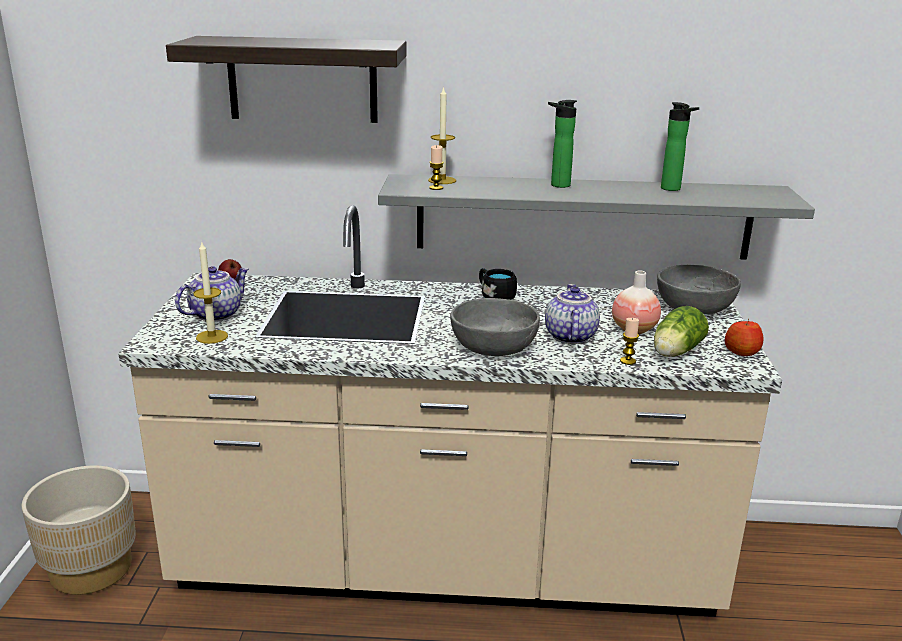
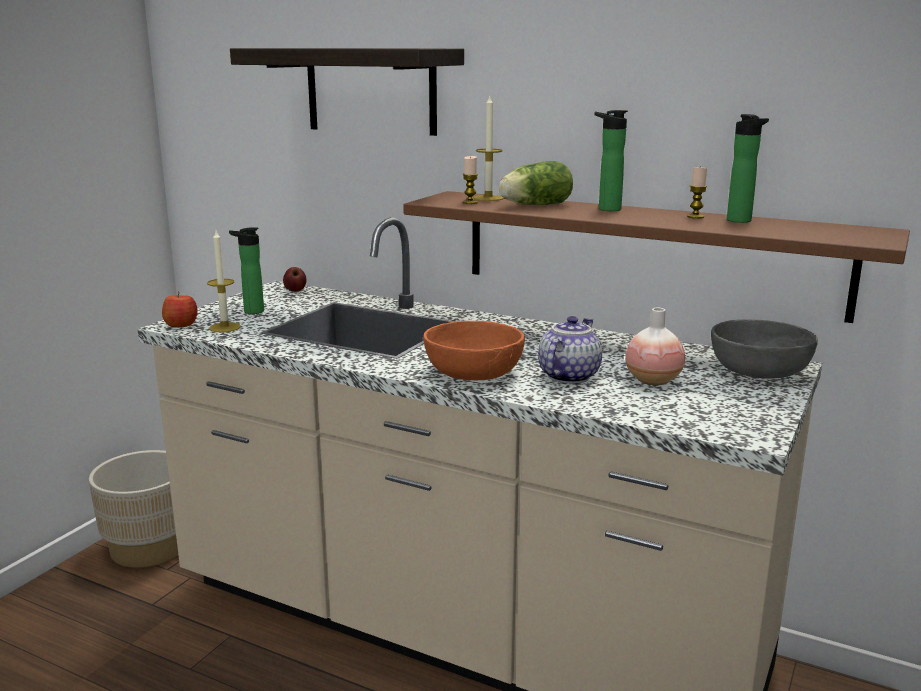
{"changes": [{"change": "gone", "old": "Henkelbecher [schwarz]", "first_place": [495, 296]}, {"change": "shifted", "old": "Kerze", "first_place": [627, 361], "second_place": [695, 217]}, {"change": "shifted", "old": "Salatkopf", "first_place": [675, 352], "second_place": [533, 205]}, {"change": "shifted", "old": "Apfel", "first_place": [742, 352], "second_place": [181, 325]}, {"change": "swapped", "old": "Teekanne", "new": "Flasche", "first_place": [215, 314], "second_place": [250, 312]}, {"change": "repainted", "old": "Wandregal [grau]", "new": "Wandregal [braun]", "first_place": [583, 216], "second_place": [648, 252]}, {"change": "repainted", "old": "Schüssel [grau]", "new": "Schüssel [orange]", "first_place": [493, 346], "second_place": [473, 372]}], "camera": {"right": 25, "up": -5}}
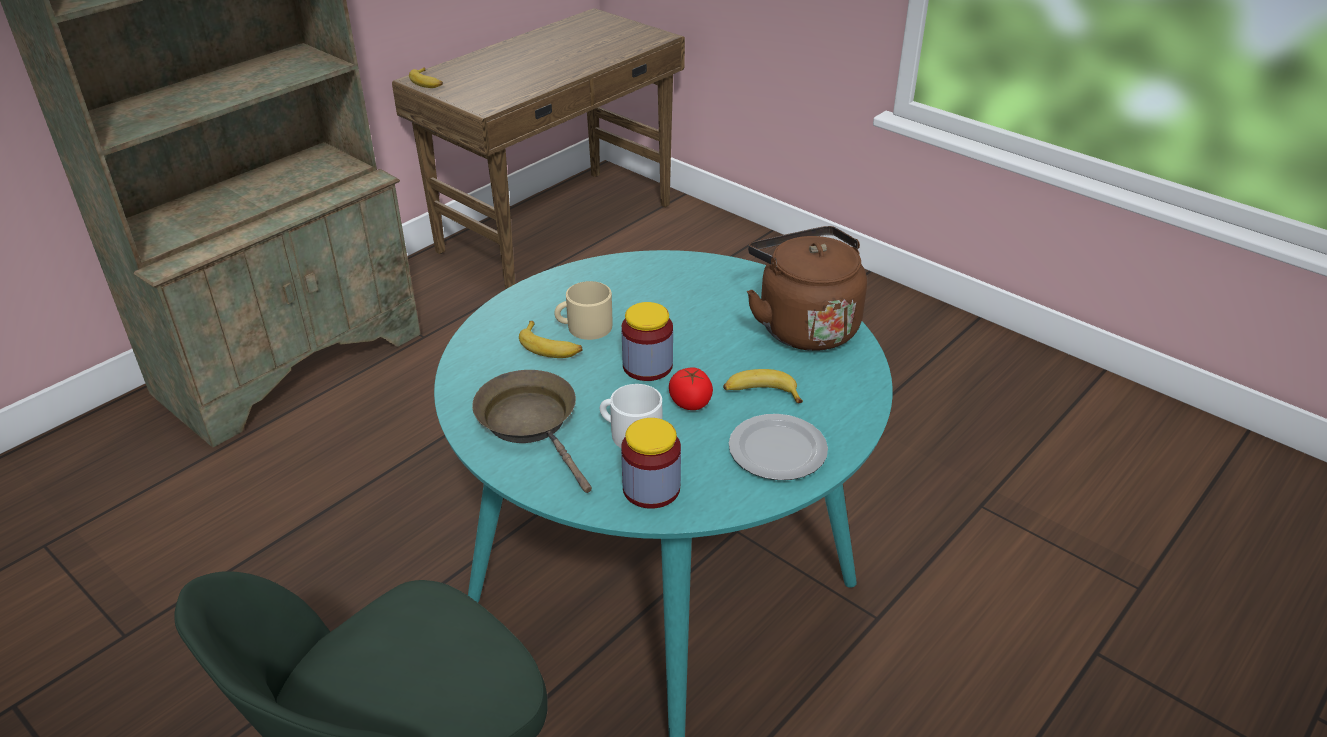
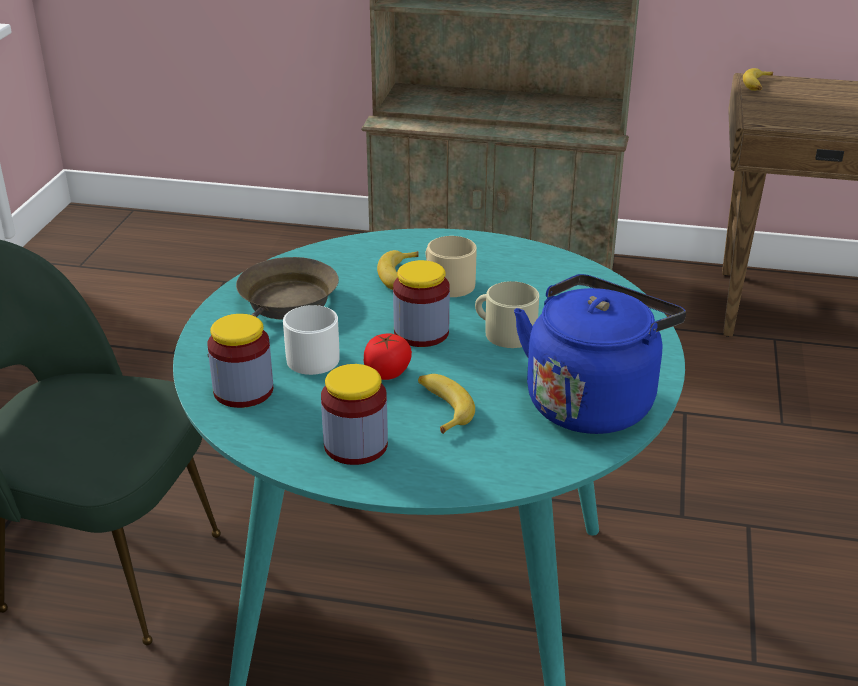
{"changes": [{"change": "new", "new": "Henkelbecher [beige]", "second_place": [504, 332]}, {"change": "swapped", "old": "Teller", "new": "Vorratsglas", "first_place": [778, 451], "second_place": [355, 445]}, {"change": "repainted", "old": "Wasserkessel [braun]", "new": "Wasserkessel [blau]", "first_place": [804, 325], "second_place": [592, 401]}], "camera": {"right": 60, "up": -5}}
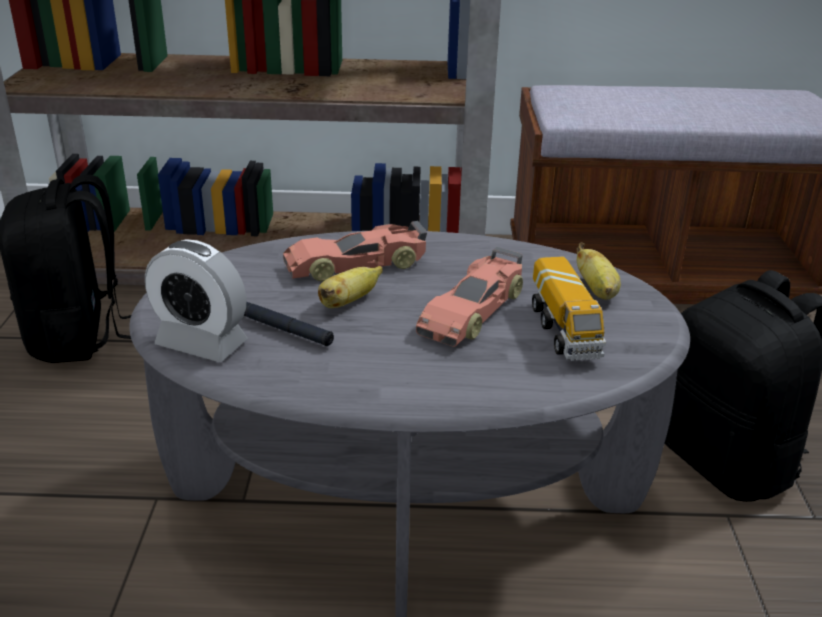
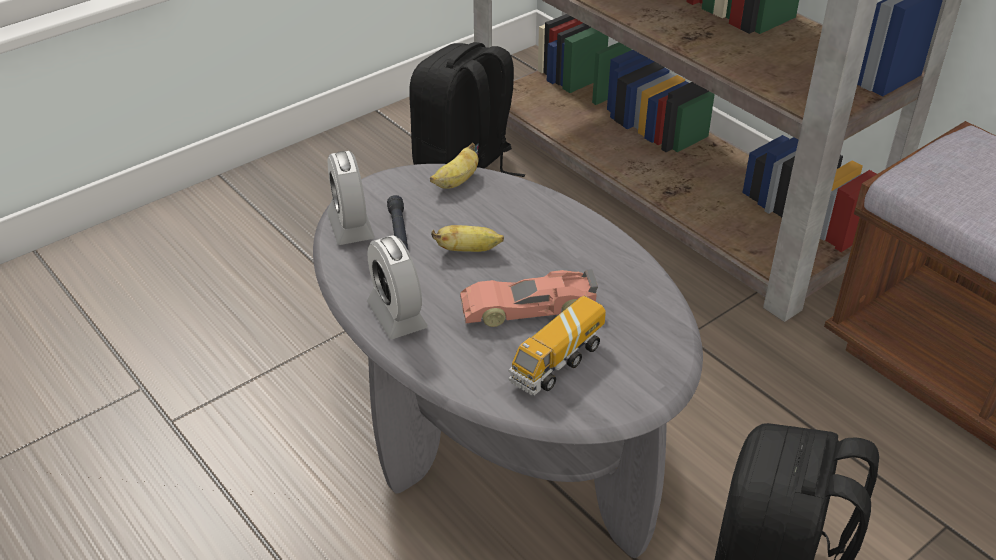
{"changes": [{"change": "gone", "old": "Spielzeugauto", "first_place": [356, 265]}, {"change": "new", "new": "Wecker", "second_place": [397, 315]}, {"change": "shifted", "old": "Banane", "first_place": [597, 291], "second_place": [456, 181]}], "camera": {"right": 50, "up": 10}}
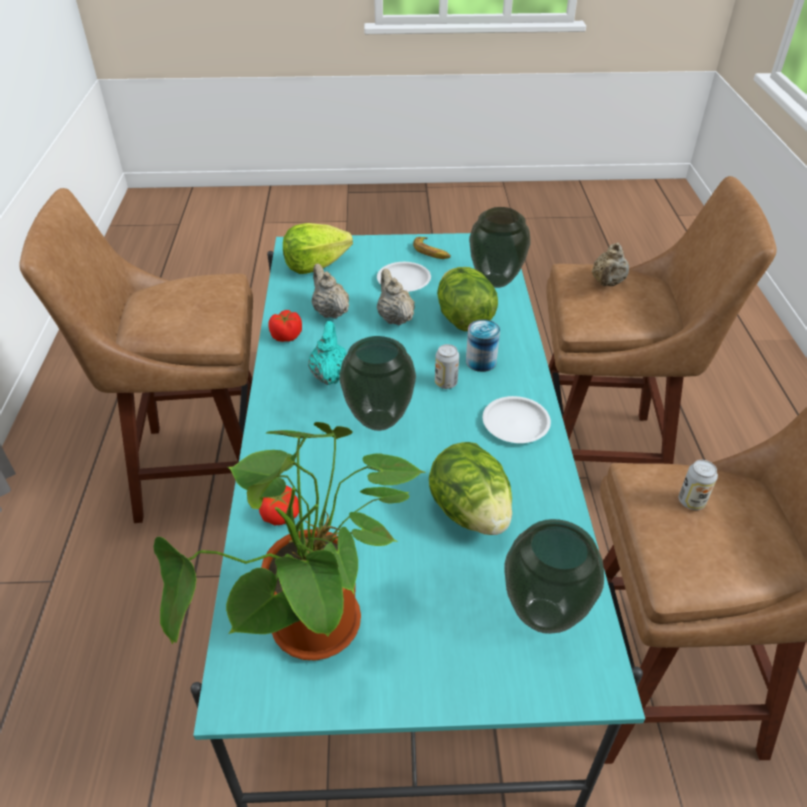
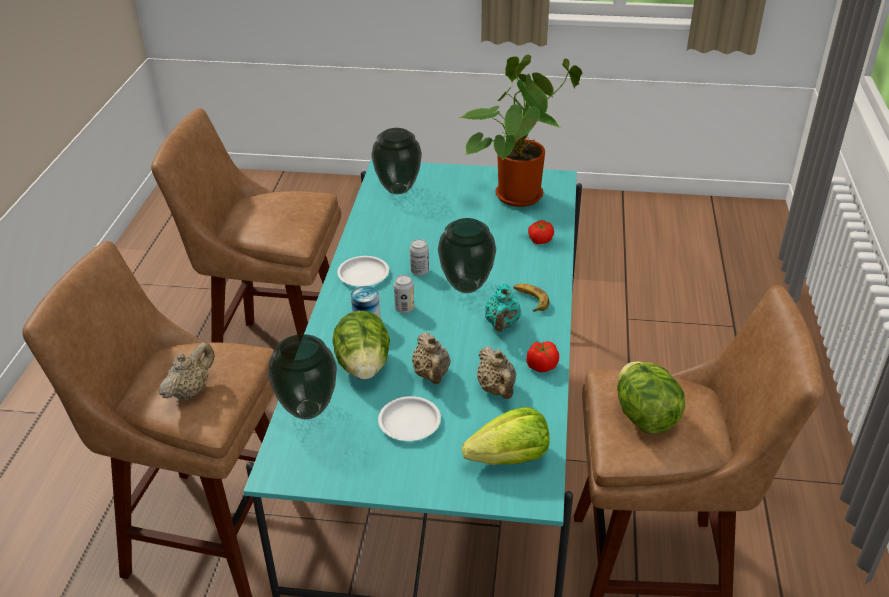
{"changes": [{"change": "shifted", "old": "Banane", "first_place": [431, 252], "second_place": [530, 300]}, {"change": "shifted", "old": "Salatkopf", "first_place": [470, 512], "second_place": [645, 416]}, {"change": "shifted", "old": "Dose", "first_place": [691, 501], "second_place": [419, 271]}], "camera": {"right": -170, "up": -5}}
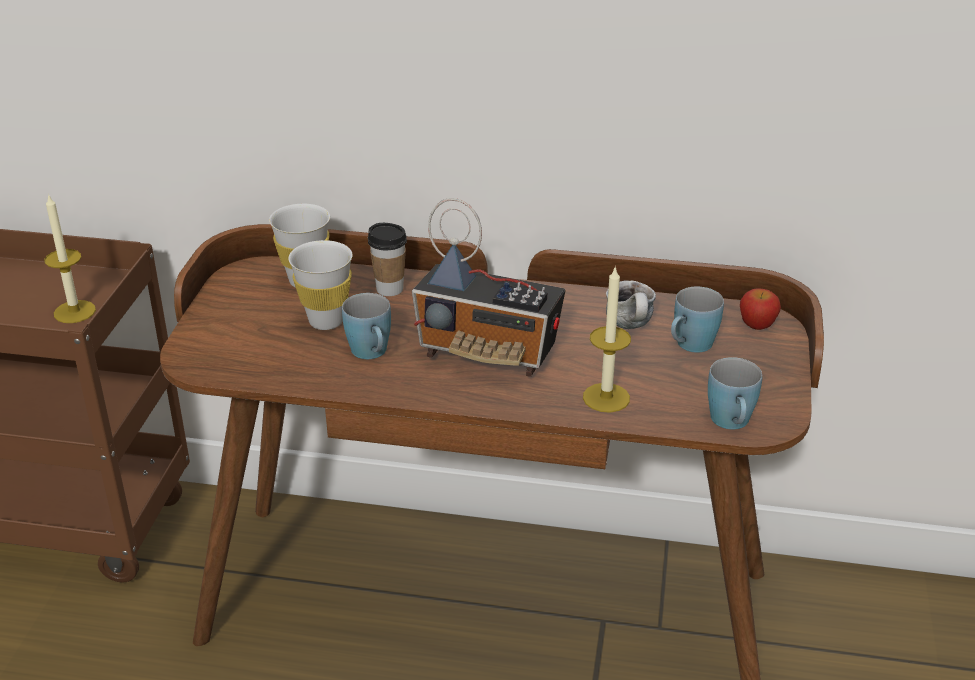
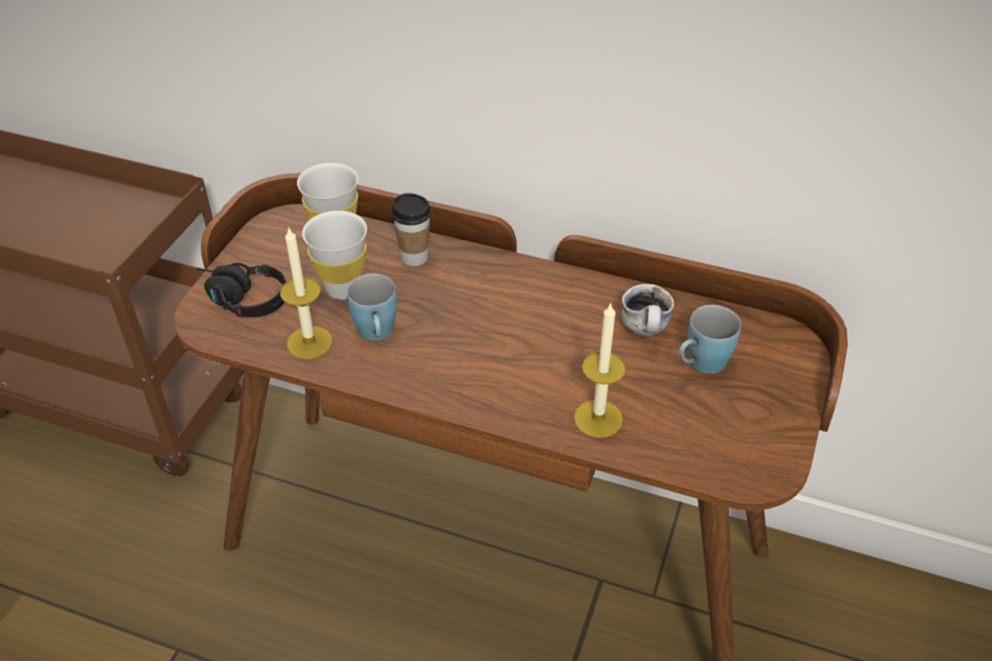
{"changes": [{"change": "gone", "old": "Radio", "first_place": [489, 353]}, {"change": "gone", "old": "Henkelbecher [blau]", "first_place": [731, 424]}, {"change": "gone", "old": "Apfel", "first_place": [757, 325]}, {"change": "new", "new": "Kopfhörer [schwarz]", "second_place": [239, 300]}, {"change": "shifted", "old": "Kerze", "first_place": [74, 312], "second_place": [309, 342]}], "camera": {"right": 10, "up": 10}}
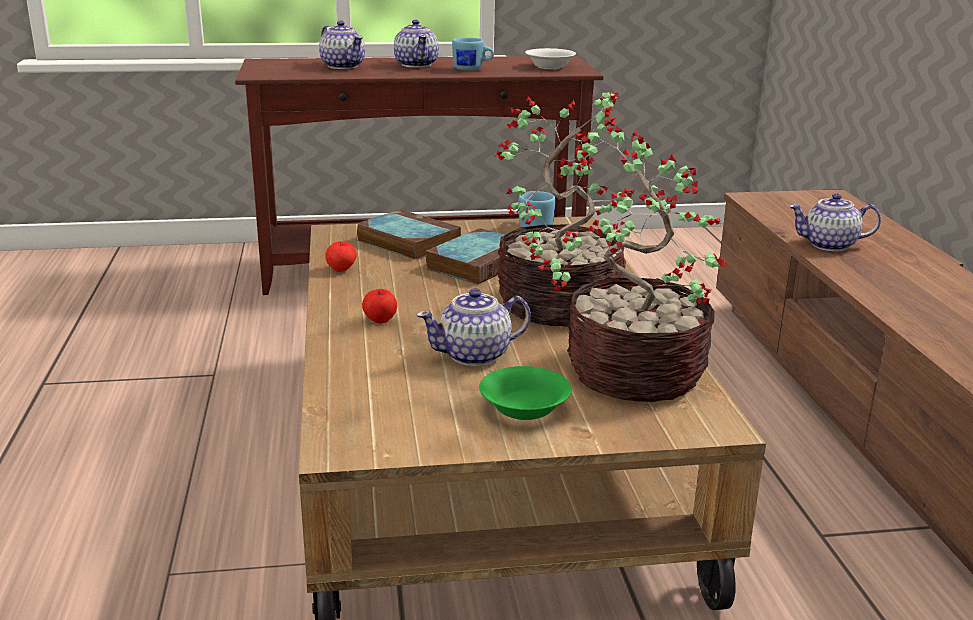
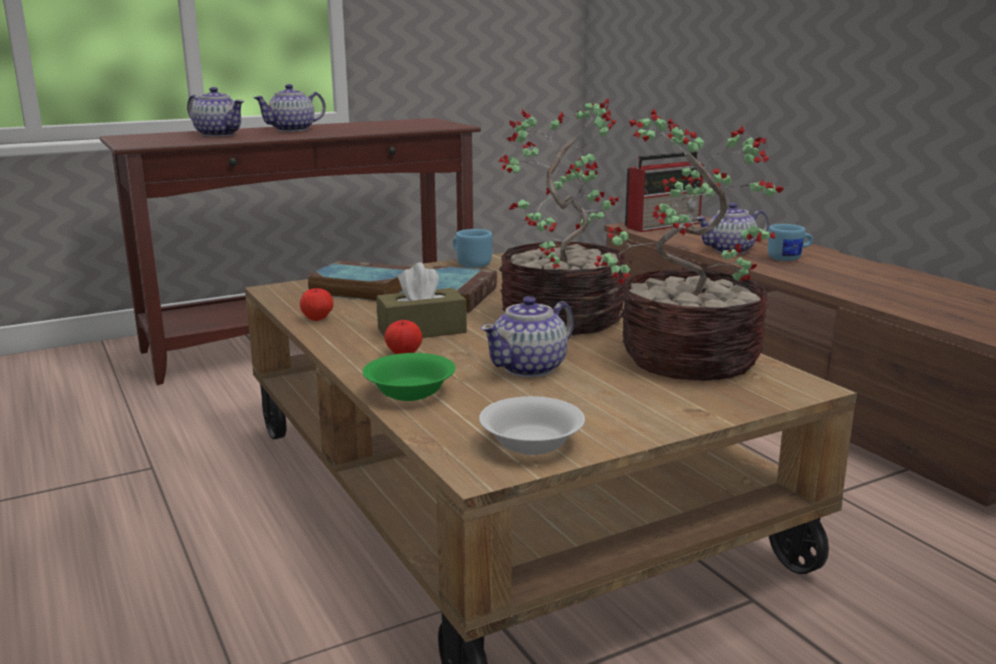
{"changes": [{"change": "new", "new": "Taschentuchbox [braun]", "second_place": [422, 331]}, {"change": "new", "new": "Radio", "second_place": [664, 225]}, {"change": "shifted", "old": "Henkelbecher [blau]", "first_place": [472, 69], "second_place": [789, 258]}, {"change": "shifted", "old": "Schüssel [grün]", "first_place": [524, 410], "second_place": [410, 393]}, {"change": "shifted", "old": "Schüssel [weiß]", "first_place": [550, 67], "second_place": [532, 443]}, {"change": "rotated", "old": "Teekanne", "first_place": [416, 64], "second_place": [293, 130], "degrees": 90}], "camera": {"right": -20, "up": -5}}
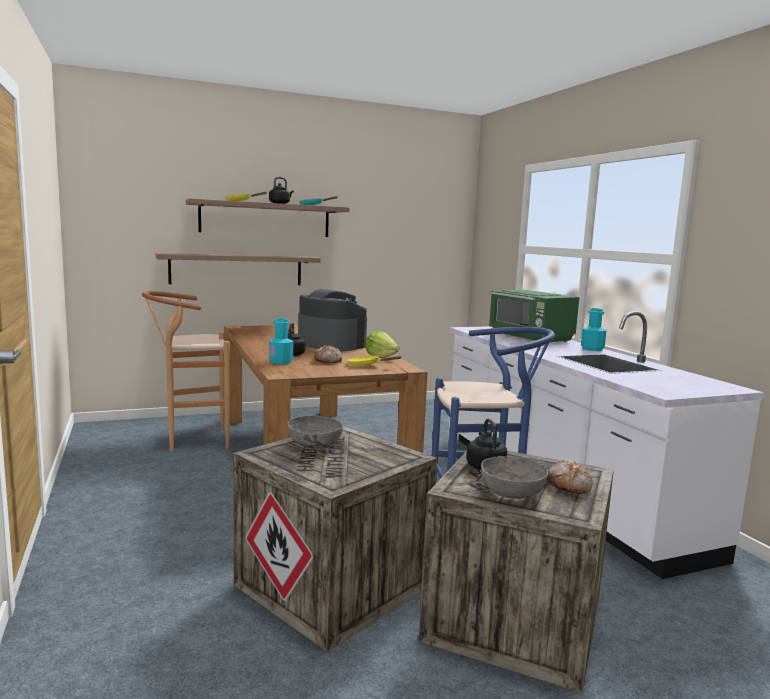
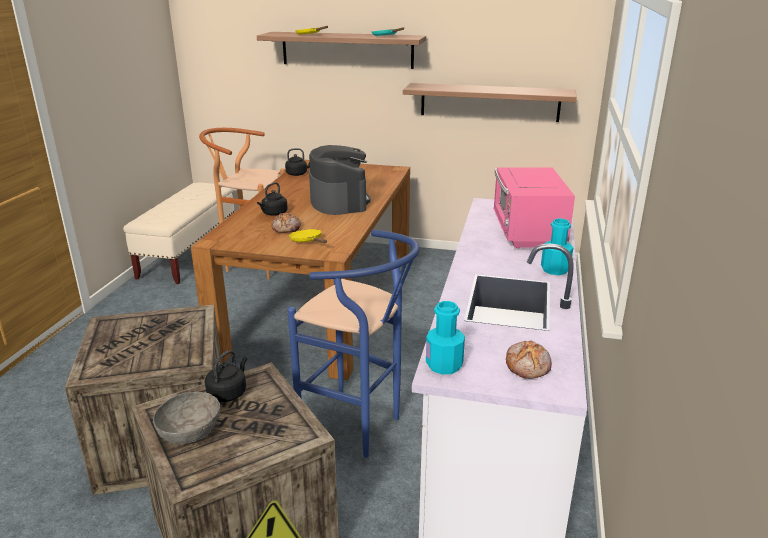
{"changes": [{"change": "gone", "old": "Schüssel [grau]", "first_place": [314, 445]}, {"change": "gone", "old": "Salatkopf", "first_place": [380, 357]}, {"change": "new", "new": "Bank [beige]", "second_place": [189, 255]}, {"change": "shifted", "old": "Wandregal", "first_place": [236, 269], "second_place": [489, 102]}, {"change": "shifted", "old": "Wasserkessel [schwarz]", "first_place": [280, 203], "second_place": [298, 174]}, {"change": "shifted", "old": "Flasche [türkis]", "first_place": [281, 362], "second_place": [444, 365]}, {"change": "shifted", "old": "Brot", "first_place": [569, 486], "second_place": [528, 366]}, {"change": "repainted", "old": "Mikrowelle [grün]", "new": "Mikrowelle [rosa]", "first_place": [530, 337], "second_place": [527, 233]}], "camera": {"right": 35, "up": 15}}
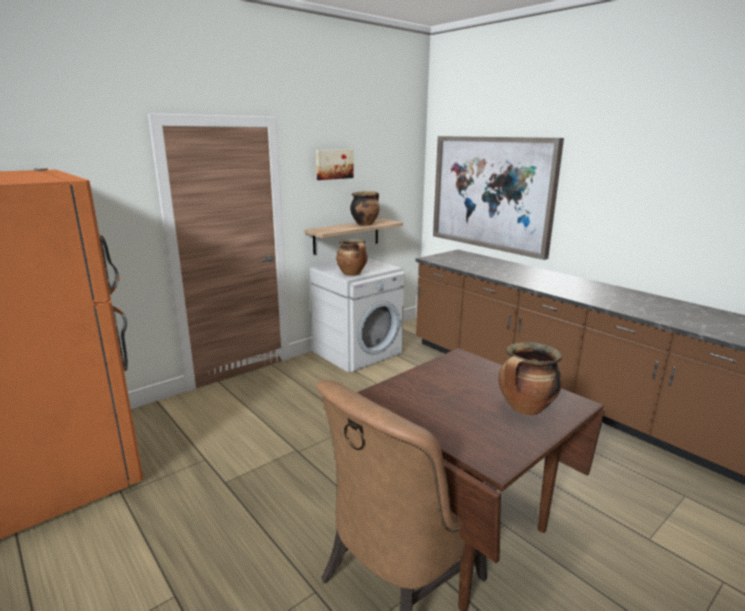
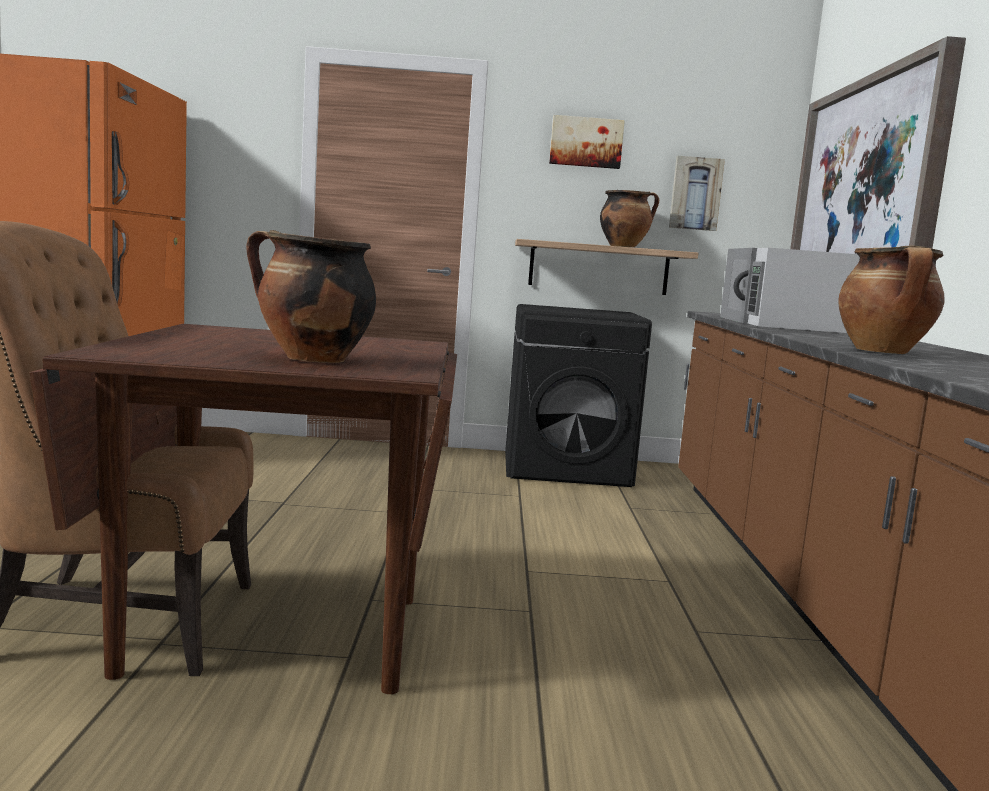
{"changes": [{"change": "new", "new": "Bild", "second_place": [695, 194]}, {"change": "new", "new": "Mikrowelle [weiß]", "second_place": [786, 325]}, {"change": "shifted", "old": "Kochtopf", "first_place": [352, 274], "second_place": [884, 352]}, {"change": "repainted", "old": "Waschmaschine [weiß]", "new": "Waschmaschine [schwarz]", "first_place": [359, 352], "second_place": [568, 469]}], "camera": {"right": 40, "up": -10}}
